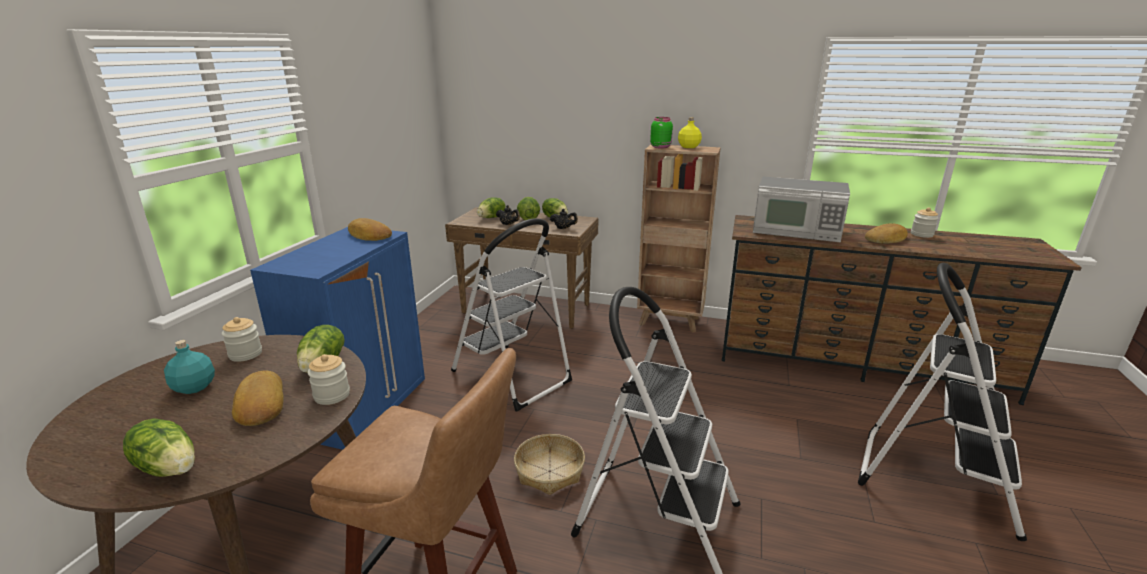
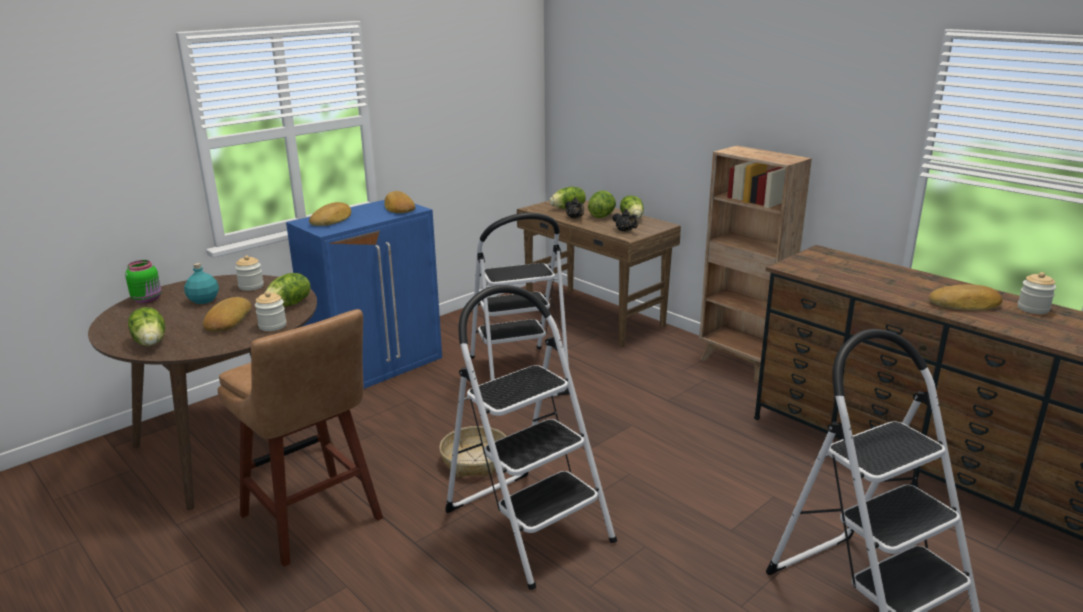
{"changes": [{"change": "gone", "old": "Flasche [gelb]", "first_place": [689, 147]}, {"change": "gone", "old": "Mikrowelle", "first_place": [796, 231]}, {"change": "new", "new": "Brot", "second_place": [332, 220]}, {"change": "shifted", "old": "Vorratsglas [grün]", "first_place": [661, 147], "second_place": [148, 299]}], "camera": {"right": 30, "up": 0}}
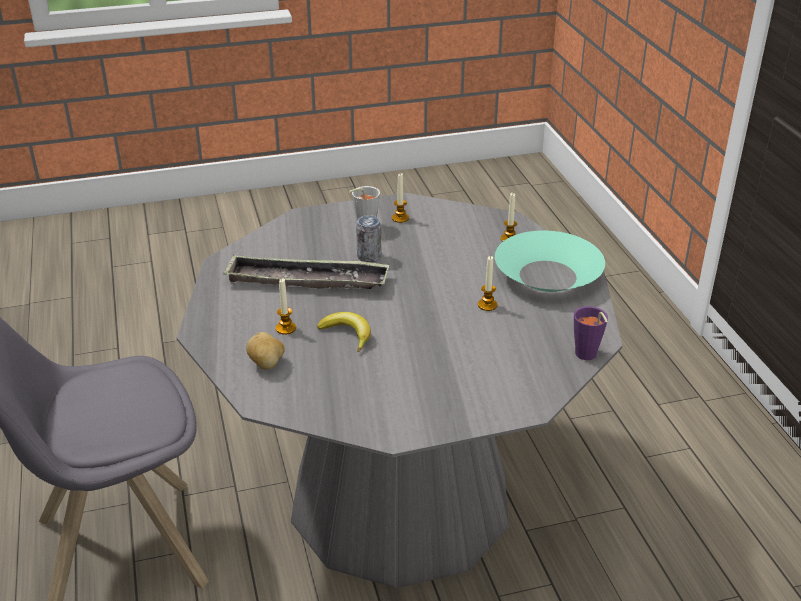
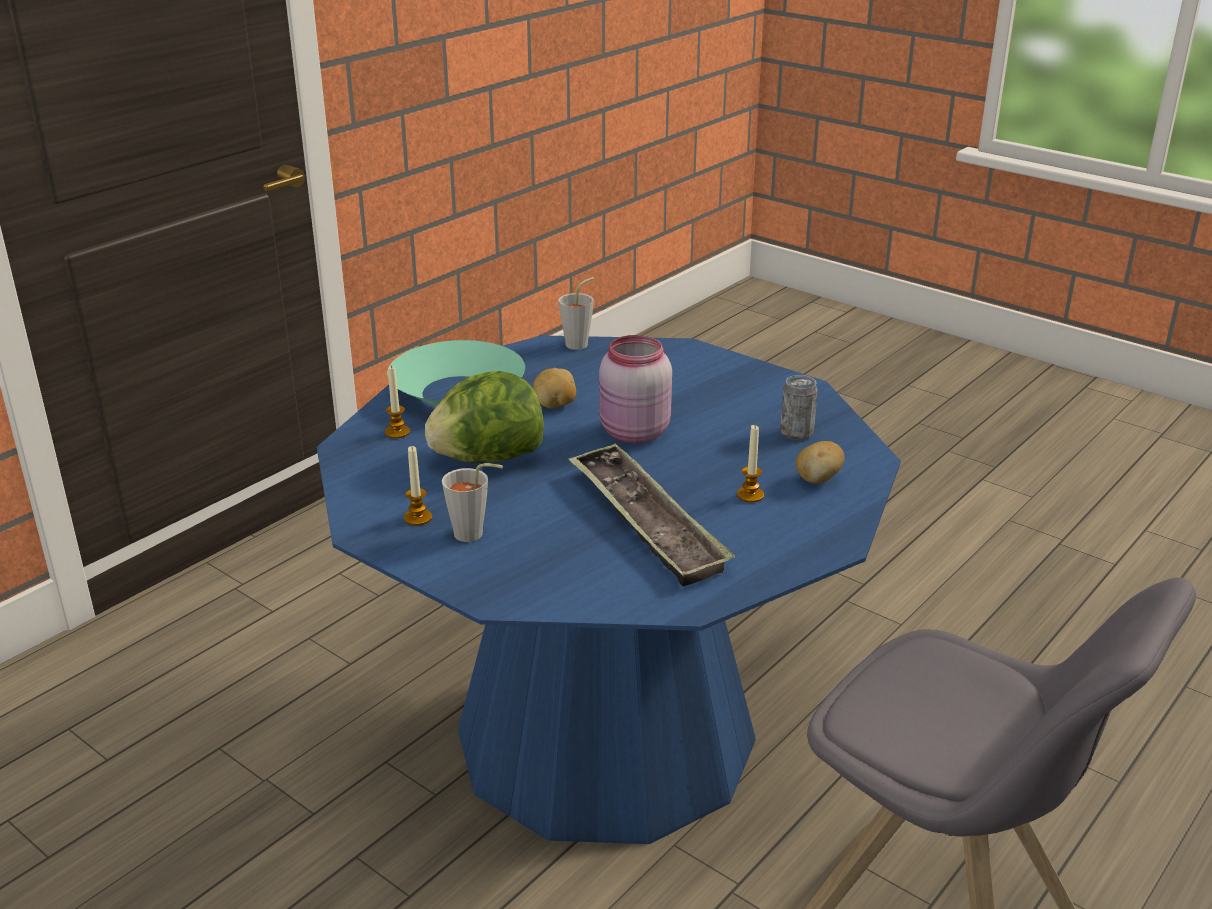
{"changes": [{"change": "gone", "old": "Banane", "first_place": [347, 334]}, {"change": "new", "new": "Salatkopf", "second_place": [488, 459]}, {"change": "new", "new": "Vorratsglas [rosa]", "second_place": [633, 433]}, {"change": "shifted", "old": "Dose", "first_place": [369, 257], "second_place": [796, 433]}, {"change": "swapped", "old": "Kerze", "new": "Kartoffel", "first_place": [487, 305], "second_place": [555, 405]}, {"change": "repainted", "old": "Esstisch [grau]", "new": "Esstisch [blau]", "first_place": [400, 498], "second_place": [605, 735]}, {"change": "repainted", "old": "Tasse [lila]", "new": "Tasse [grau]", "first_place": [587, 357], "second_place": [580, 343]}], "camera": {"right": -125, "up": -5}}
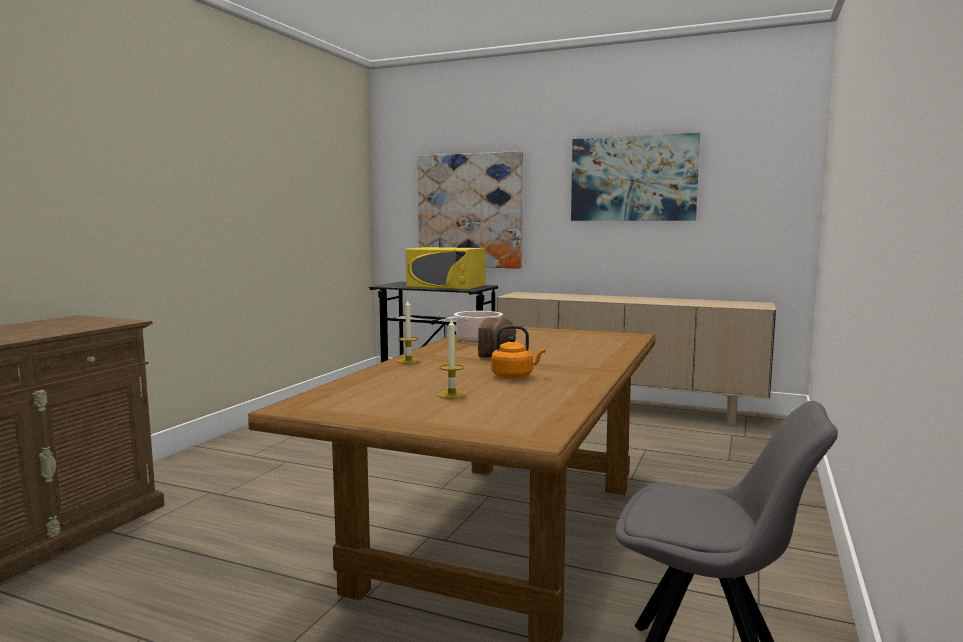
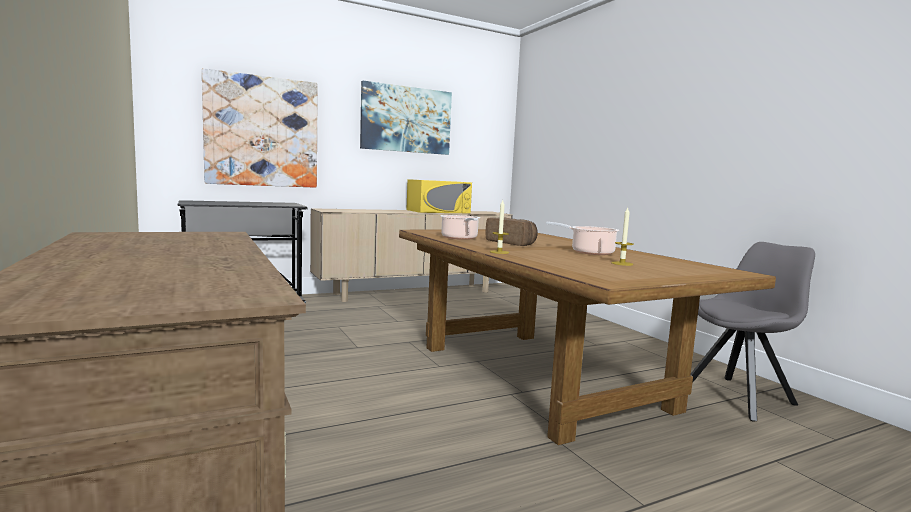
{"changes": [{"change": "shifted", "old": "Mikrowelle [gelb]", "first_place": [446, 286], "second_place": [438, 211]}, {"change": "swapped", "old": "Wasserkessel [orange]", "new": "Kochtopf", "first_place": [514, 376], "second_place": [589, 252]}], "camera": {"right": -50, "up": 0}}
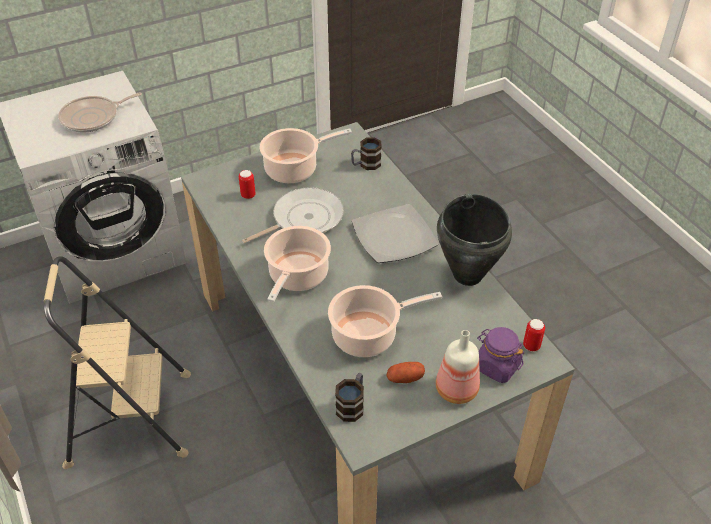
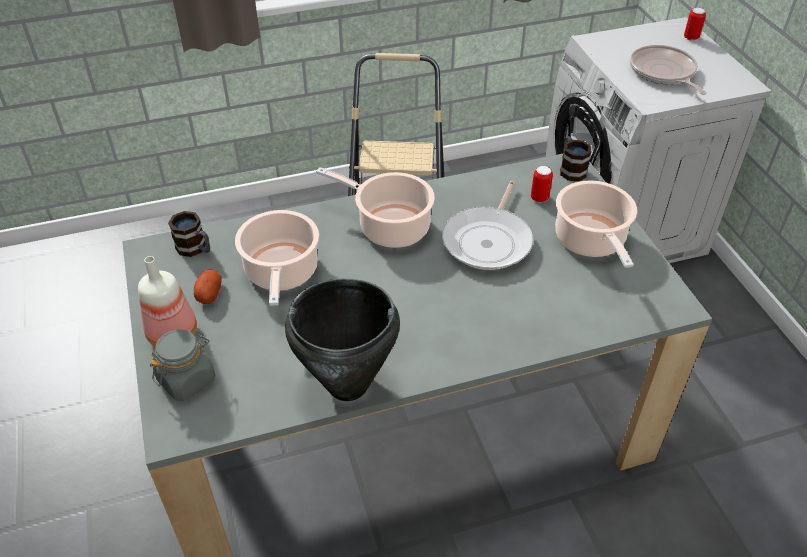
{"changes": [{"change": "gone", "old": "Teller", "first_place": [393, 237]}, {"change": "shifted", "old": "Henkelbecher", "first_place": [366, 164], "second_place": [570, 169]}, {"change": "shifted", "old": "Dose", "first_place": [531, 346], "second_place": [691, 38]}, {"change": "repainted", "old": "Vorratsglas [lila]", "new": "Vorratsglas [grau]", "first_place": [497, 366], "second_place": [187, 379]}, {"change": "rotated", "old": "Pfanne", "first_place": [304, 219], "second_place": [489, 240], "degrees": 45}], "camera": {"right": 100, "up": 0}}
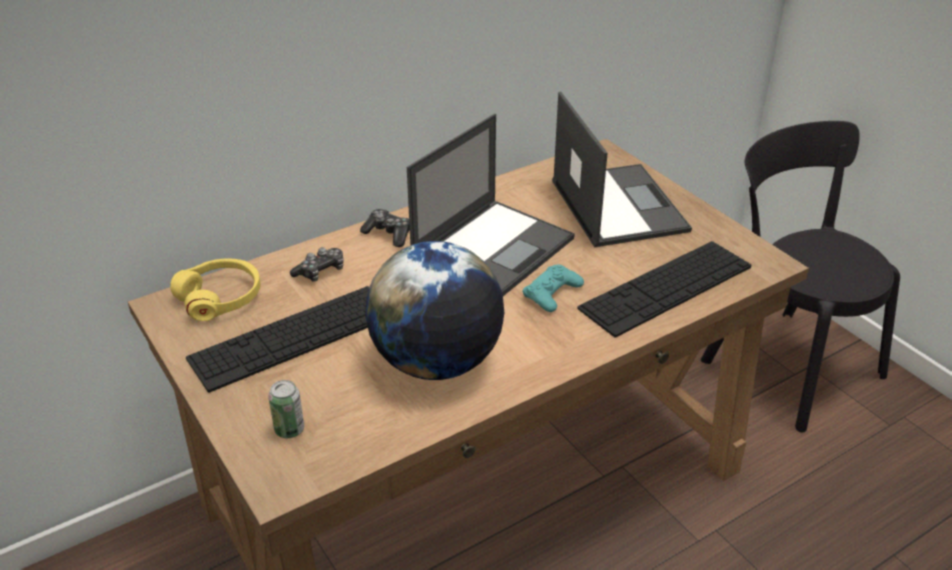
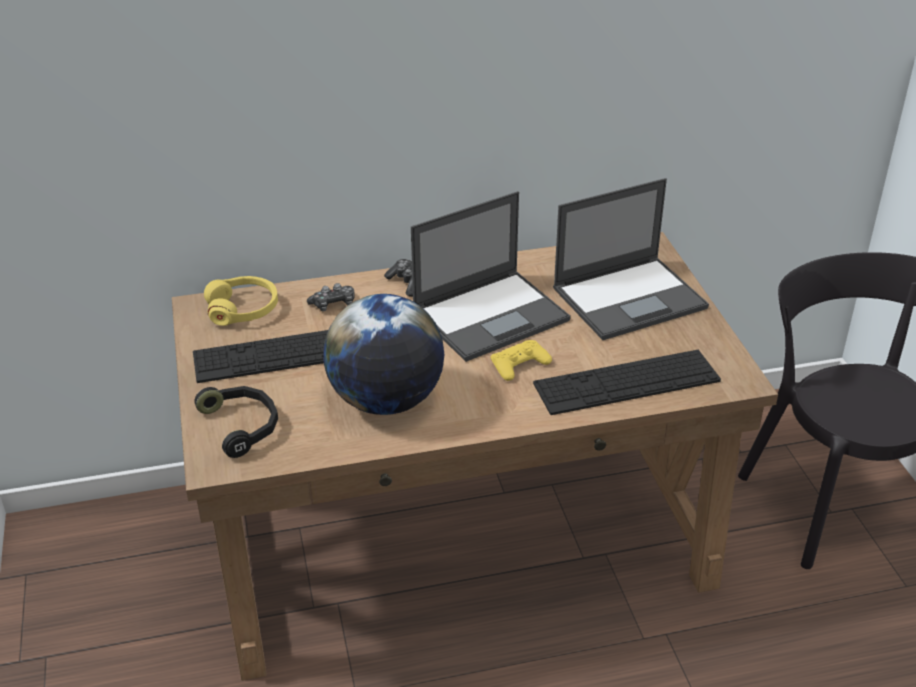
{"changes": [{"change": "swapped", "old": "Dose", "new": "Kopfhörer [schwarz]", "first_place": [289, 429], "second_place": [242, 426]}, {"change": "repainted", "old": "Gamepad [türkis]", "new": "Gamepad [gelb]", "first_place": [552, 293], "second_place": [519, 365]}, {"change": "rotated", "old": "Laptop", "first_place": [617, 205], "second_place": [630, 297], "degrees": 60}], "camera": {"right": 20, "up": 0}}
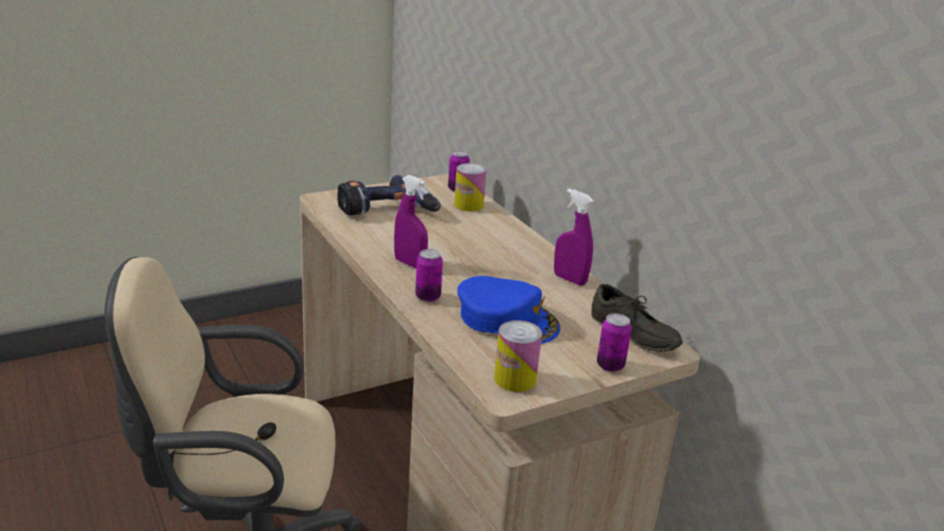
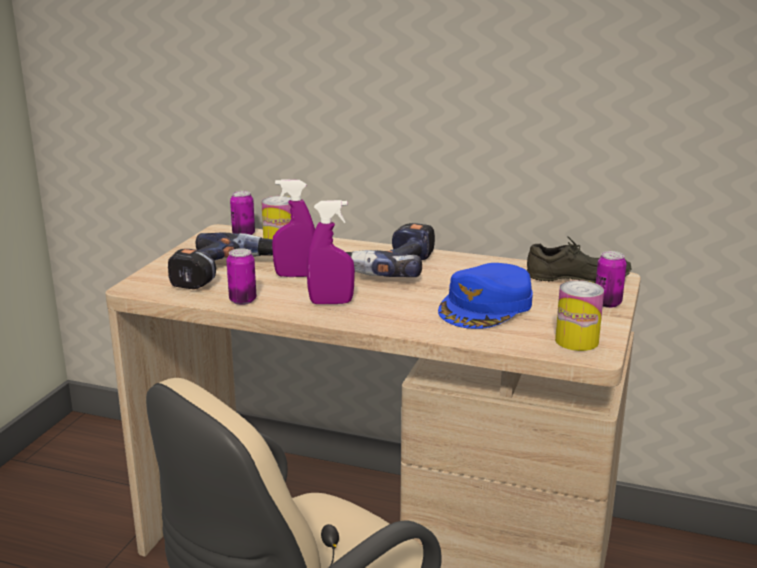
{"changes": [{"change": "new", "new": "Bohrmaschine", "second_place": [388, 267]}, {"change": "shifted", "old": "Dose", "first_place": [428, 297], "second_place": [243, 300]}, {"change": "shifted", "old": "Sprühflasche [lila]", "first_place": [569, 279], "second_place": [295, 275]}, {"change": "rotated", "old": "Kappe [blau]", "first_place": [507, 319], "second_place": [486, 306], "degrees": 135}], "camera": {"right": -40, "up": -5}}
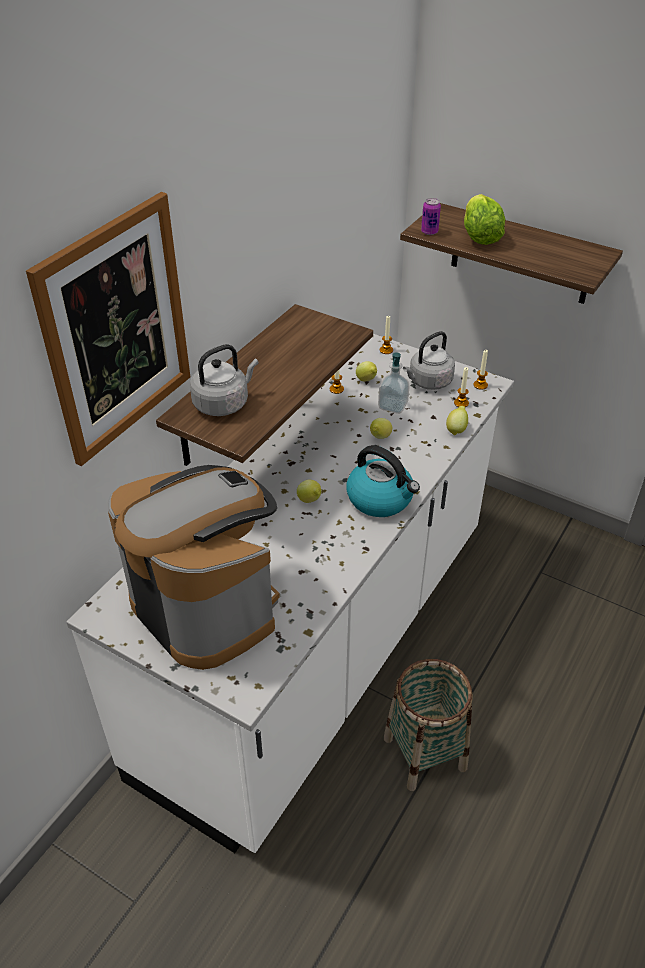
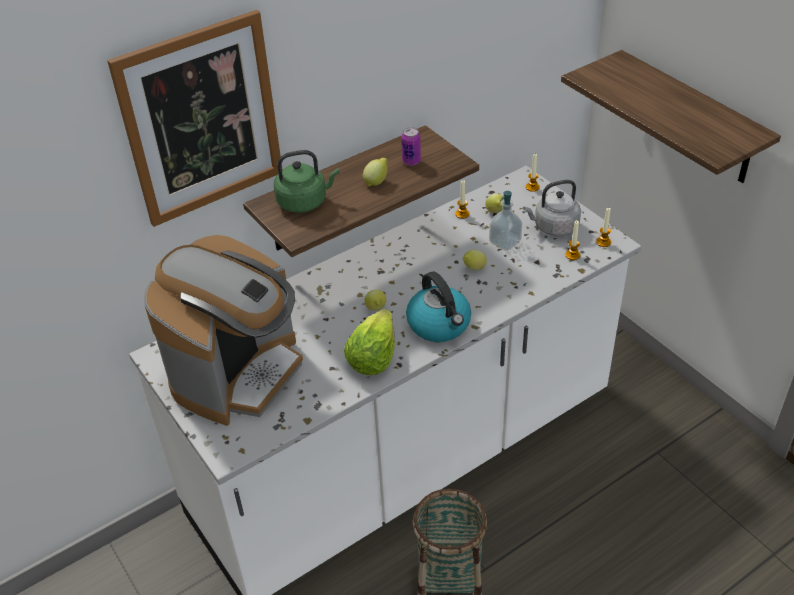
{"changes": [{"change": "shifted", "old": "Dose", "first_place": [429, 232], "second_place": [411, 161]}, {"change": "shifted", "old": "Zitrone", "first_place": [456, 429], "second_place": [376, 182]}, {"change": "shifted", "old": "Salatkopf", "first_place": [479, 237], "second_place": [373, 358]}, {"change": "repainted", "old": "Wasserkessel [grau]", "new": "Wasserkessel [grün]", "first_place": [223, 403], "second_place": [305, 202]}, {"change": "rotated", "old": "Kaffeemaschine", "first_place": [206, 605], "second_place": [239, 373], "degrees": 45}], "camera": {"right": 25, "up": 0}}
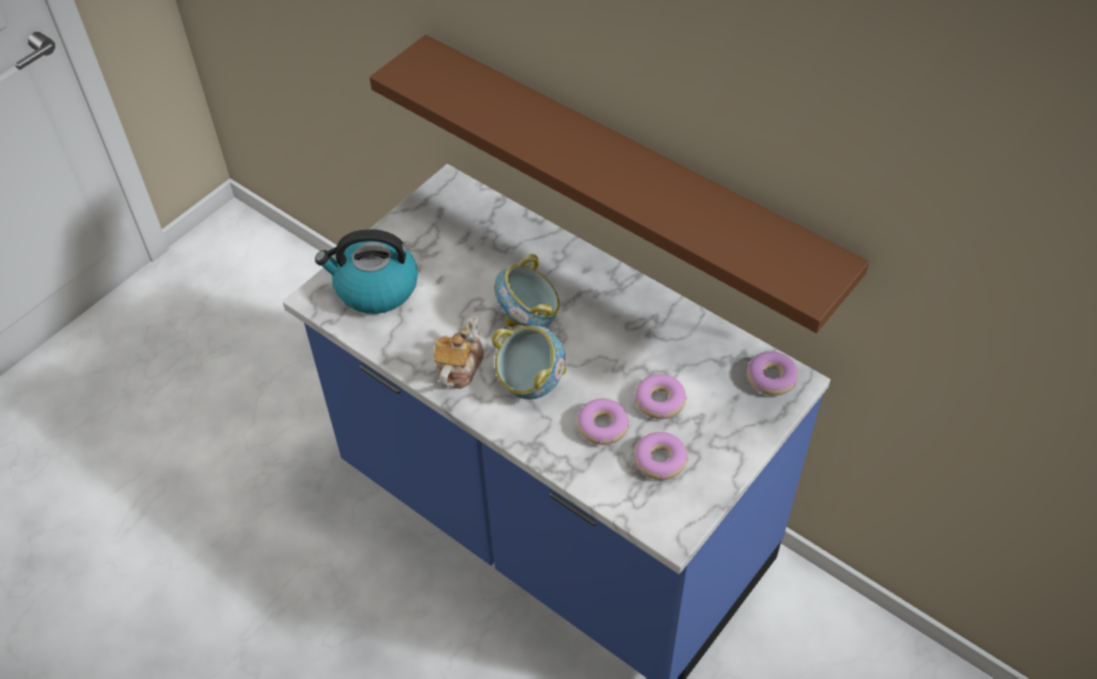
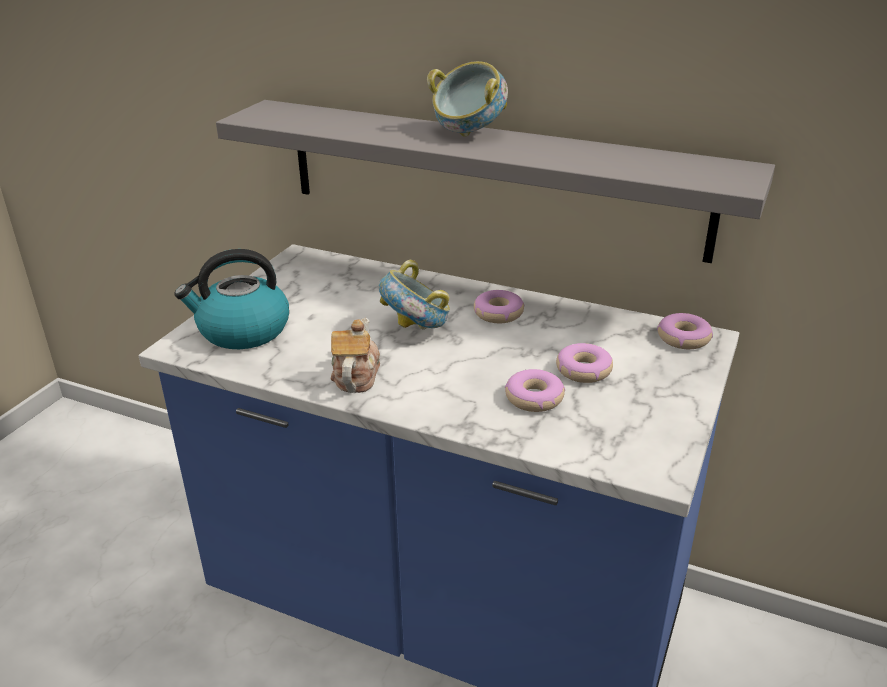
{"changes": [{"change": "shifted", "old": "Schüssel", "first_place": [529, 383], "second_place": [468, 133]}, {"change": "shifted", "old": "Donut", "first_place": [659, 460], "second_place": [498, 313]}, {"change": "repainted", "old": "Wandregal [braun]", "new": "Wandregal [grau]", "first_place": [626, 175], "second_place": [490, 177]}], "camera": {"right": -15, "up": -20}}
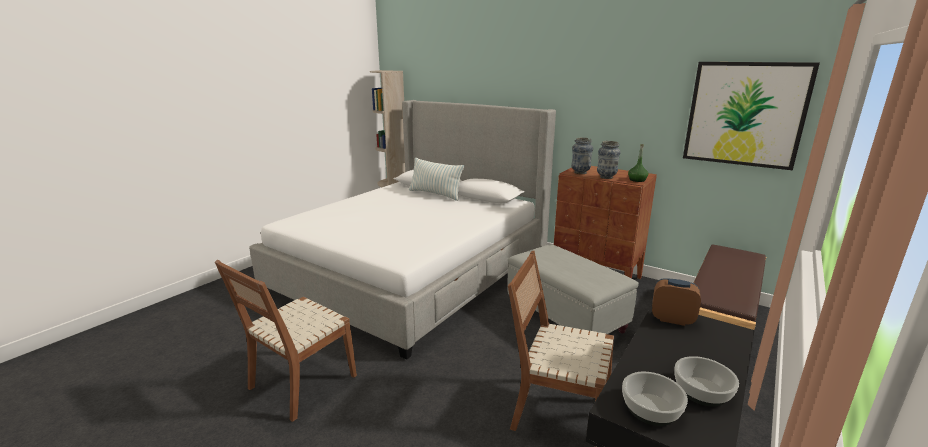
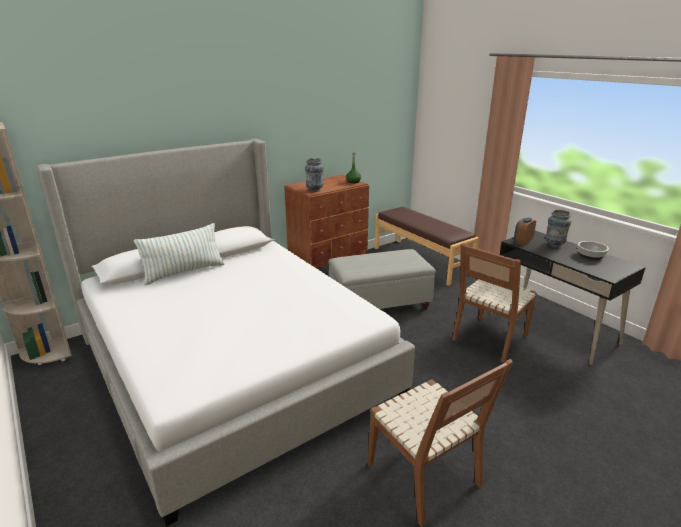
{"changes": [{"change": "gone", "old": "Schüssel", "first_place": [652, 408]}, {"change": "gone", "old": "Bild", "first_place": [745, 114]}, {"change": "shifted", "old": "Vase", "first_place": [606, 177], "second_place": [554, 245]}], "camera": {"right": -70, "up": 5}}
